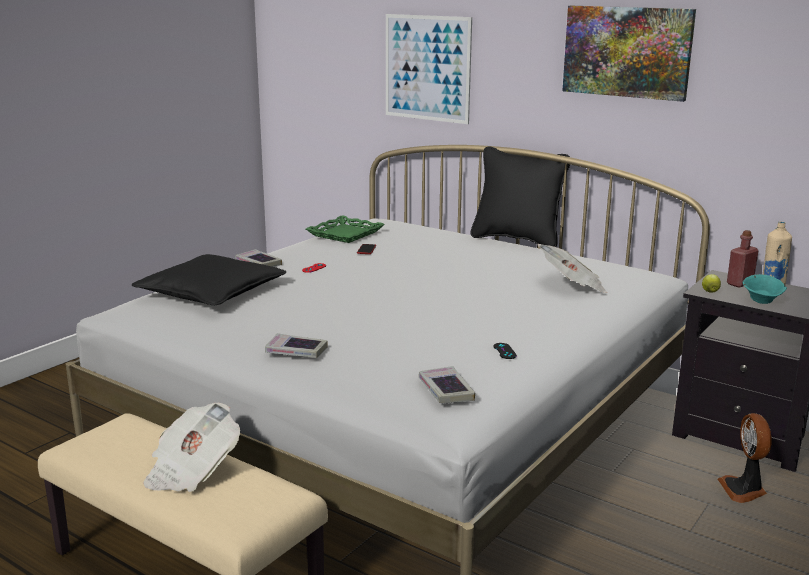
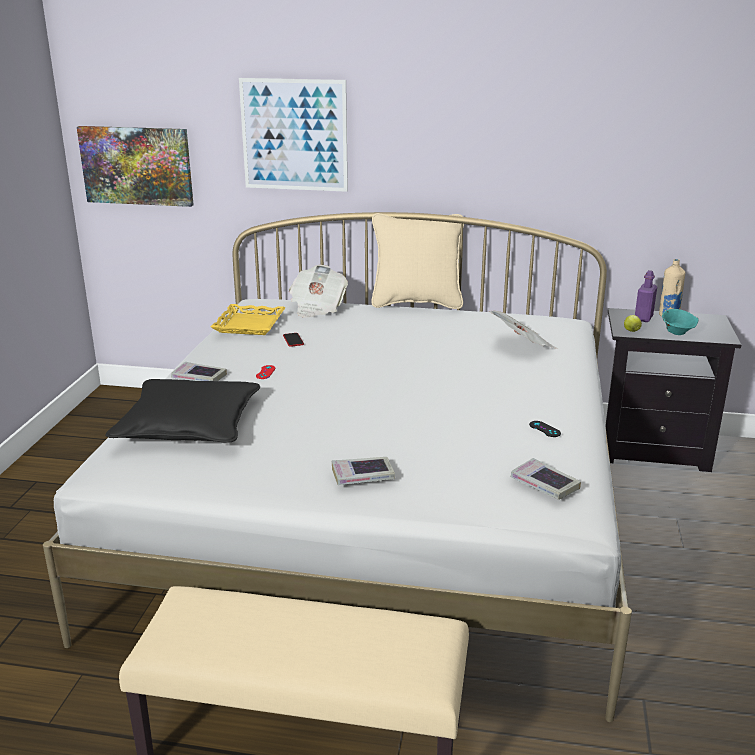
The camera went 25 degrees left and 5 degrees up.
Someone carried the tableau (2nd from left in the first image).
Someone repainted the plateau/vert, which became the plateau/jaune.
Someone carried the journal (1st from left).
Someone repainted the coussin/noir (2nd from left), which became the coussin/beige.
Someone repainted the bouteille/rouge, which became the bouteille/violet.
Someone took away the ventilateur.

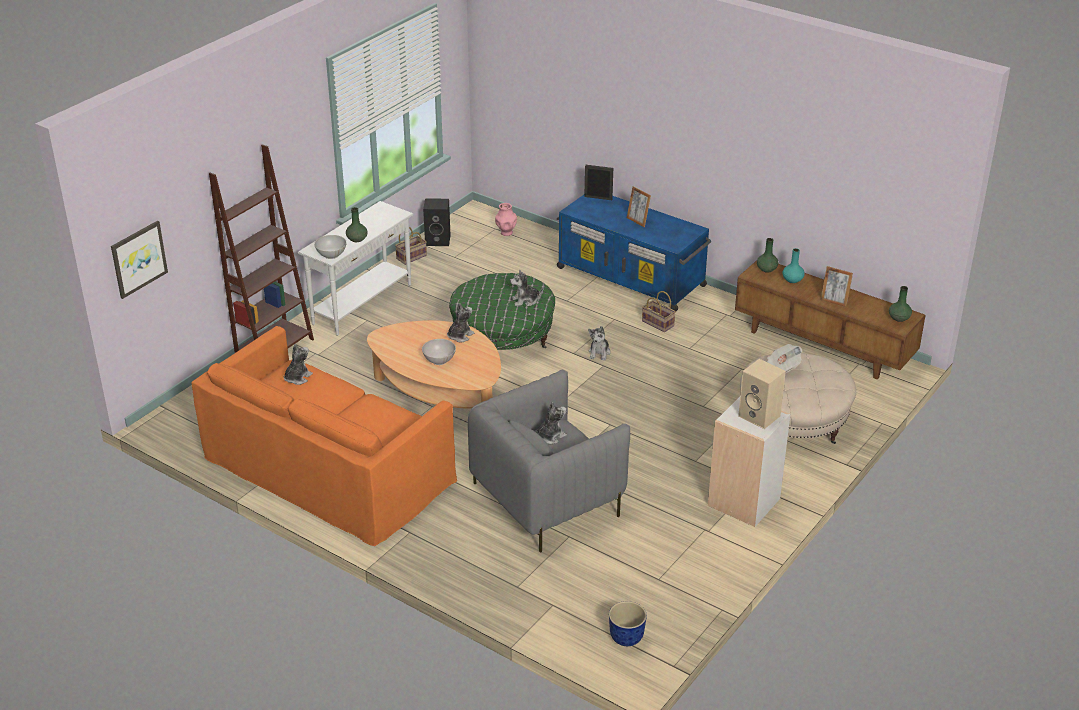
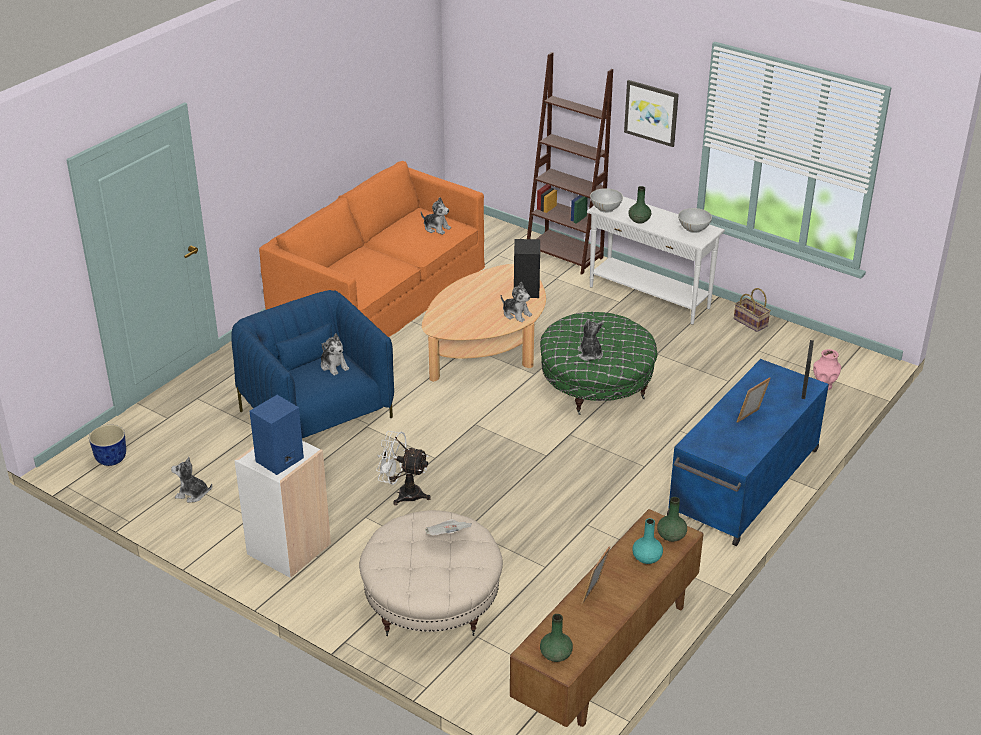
The camera went 90 degrees right and 0 degrees up.
Someone carried the peluche (5th from left in the first image).
Someone repainted the fauteuil/gris, which became the fauteuil/bleu.
Someone repainted the enceinte/beige, which became the enceinte/bleu.
Someone put down the ventilateur/blanc.
Someone carried the enceinte/noir.
Someone carried the tableau.
Someone carried the bol/blanc (2nd from left).
Someone took away the panier (2nd from left).

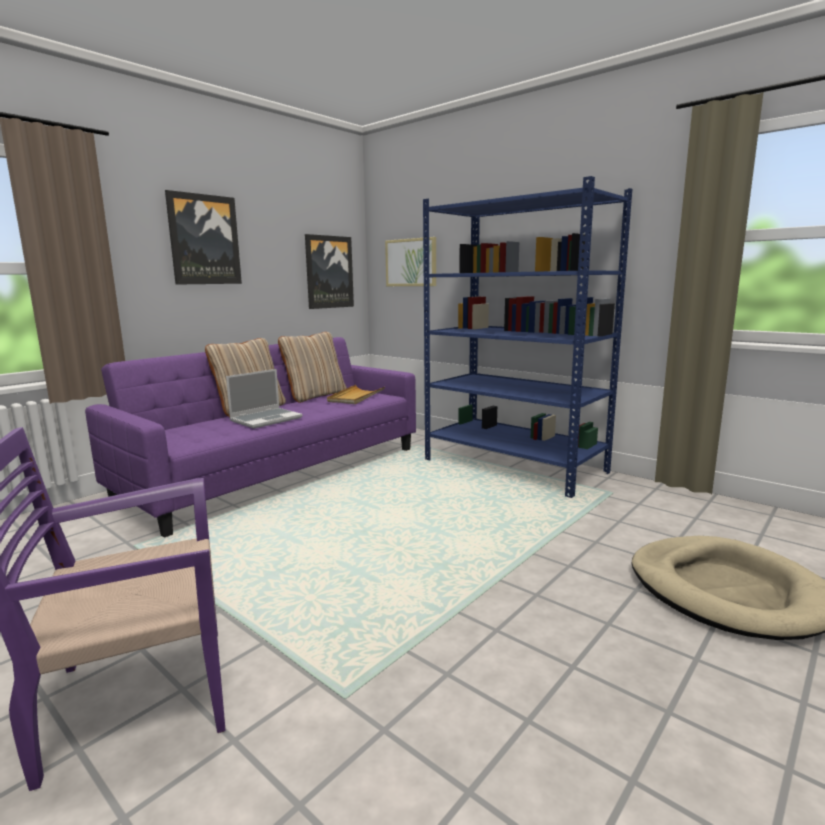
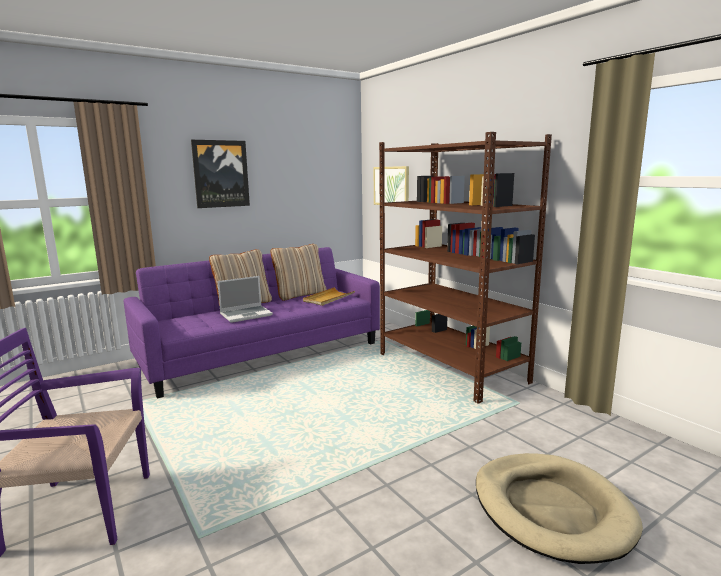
The camera went 15 degrees right and 0 degrees up.
Someone repainted the bibliothèque/bleu, which became the bibliothèque/marron.
Someone took away the tableau (2nd from left).

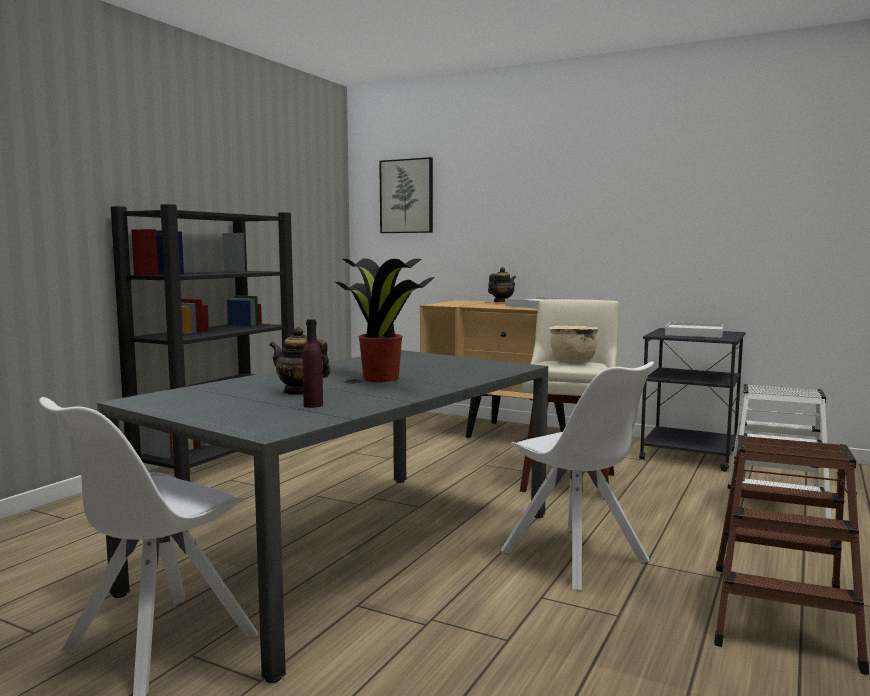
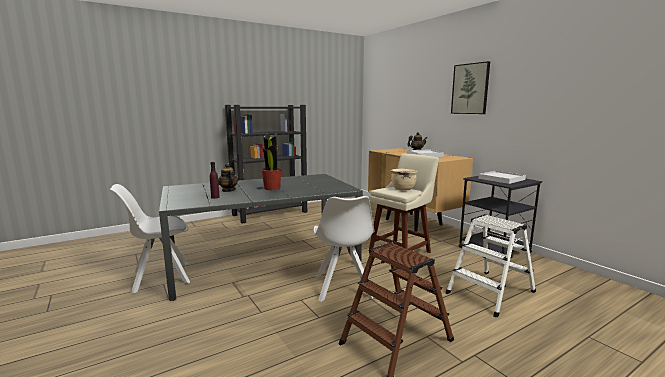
The camera went 30 degrees right and 5 degrees up.
Someone carried the tableau.

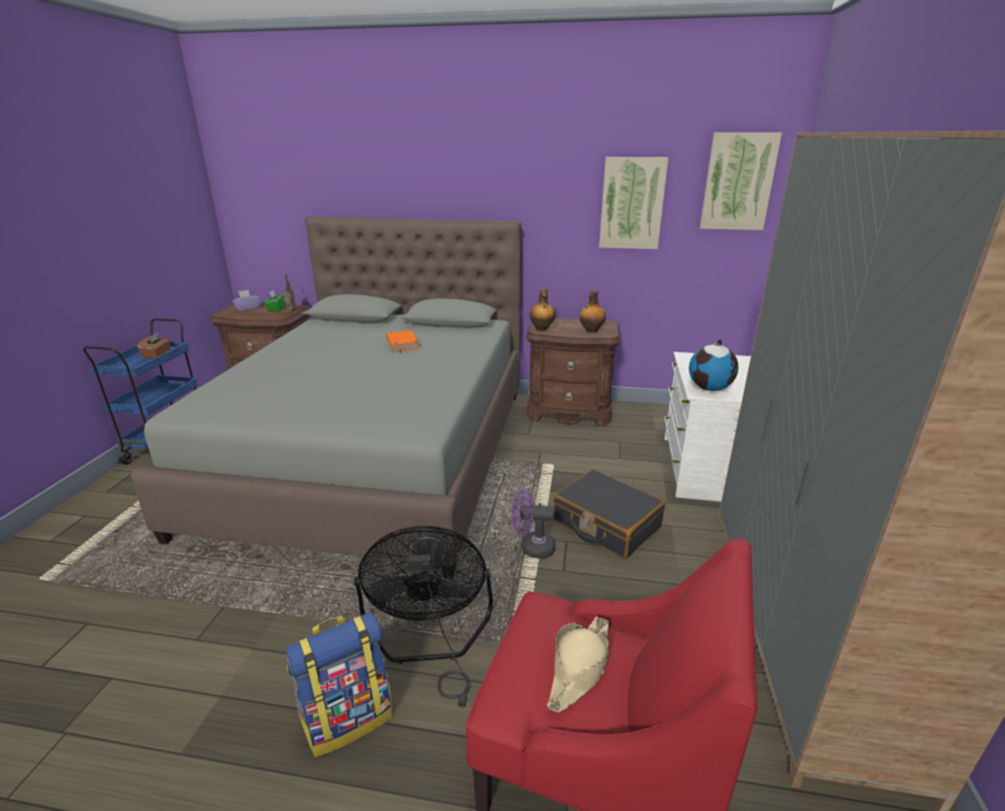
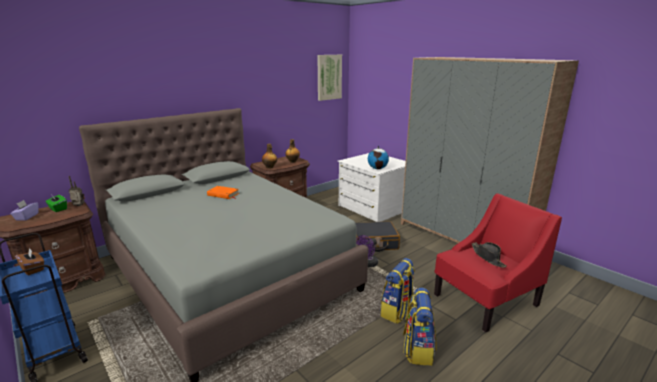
The camera went 50 degrees left and 5 degrees down.
Someone swapped the ventilateur/noir for the sac à dos (1st from left).
Someone repainted the chapeau/beige, which became the chapeau/noir.
Someone took away the tableau (1st from left).

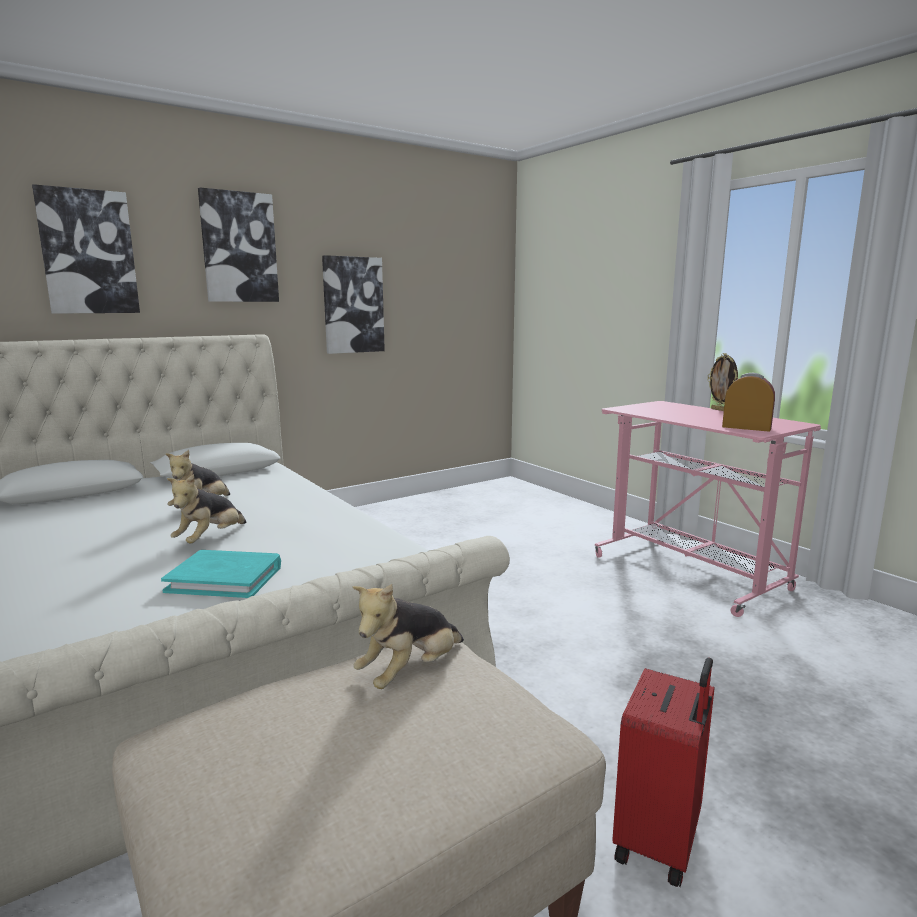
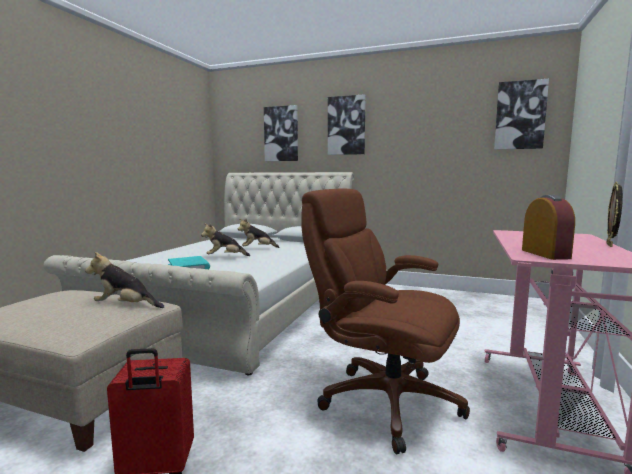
The camera went 55 degrees right and 5 degrees down.
Someone put down the chaise de bureau/marron.
Someone carried the tableau (3rd from left).

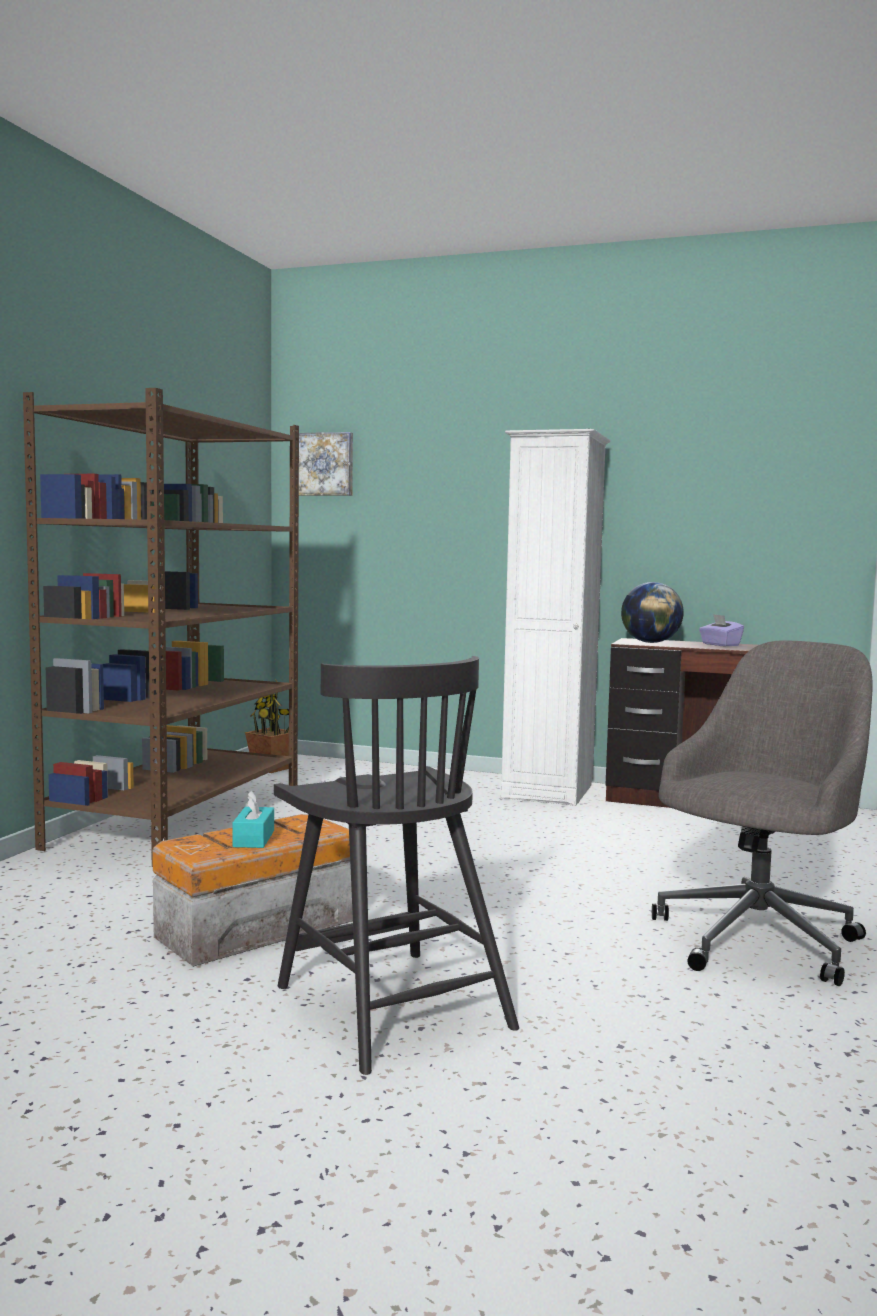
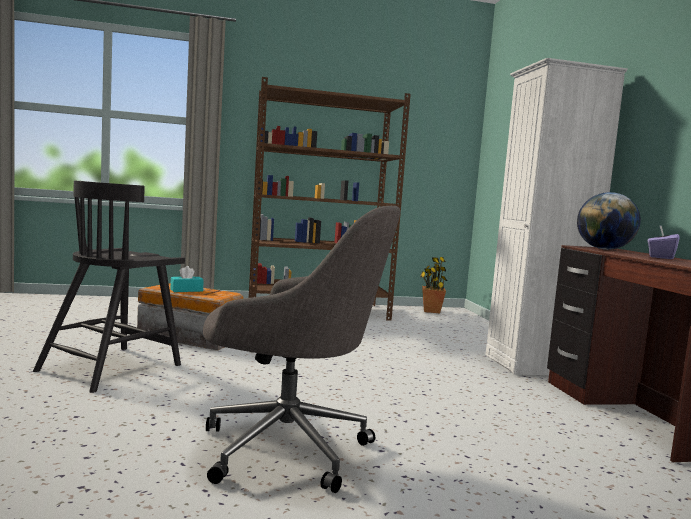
The camera went 60 degrees right and 0 degrees up.
Someone took away the tableau.

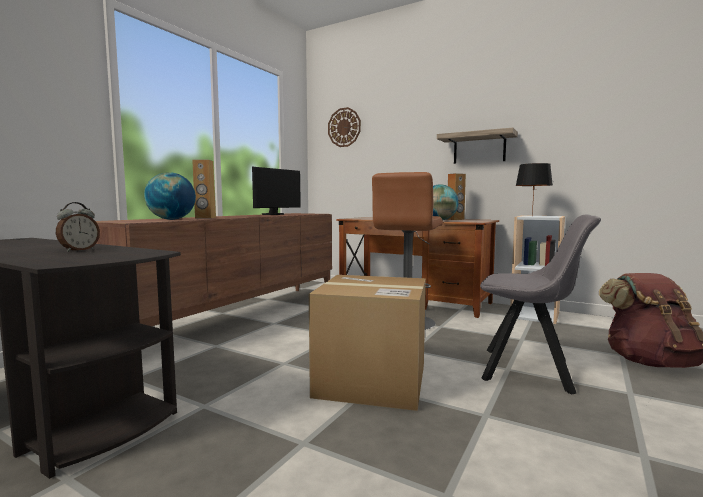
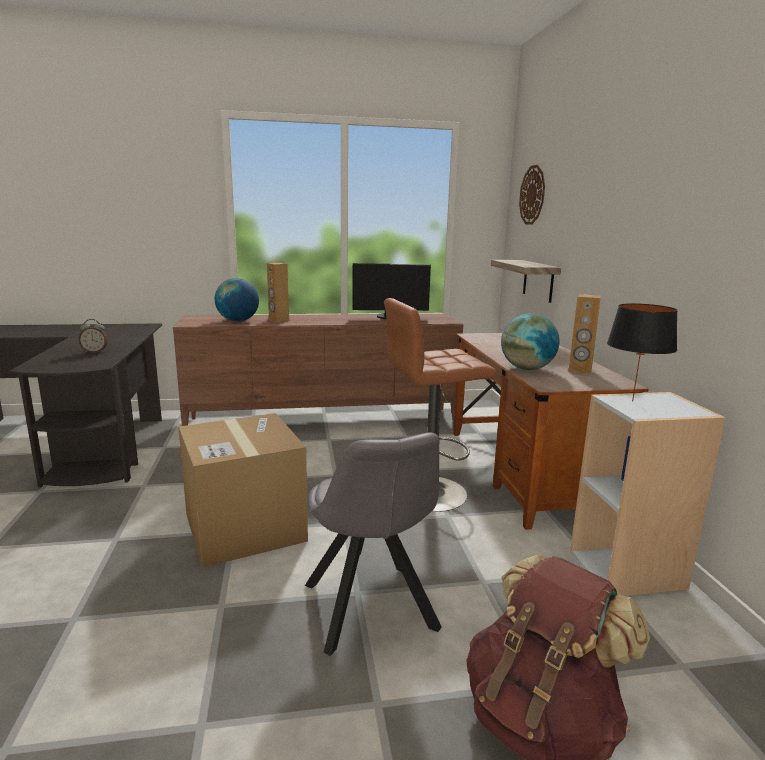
The camera went 50 degrees right and 10 degrees up.
Someone carried the étagère.

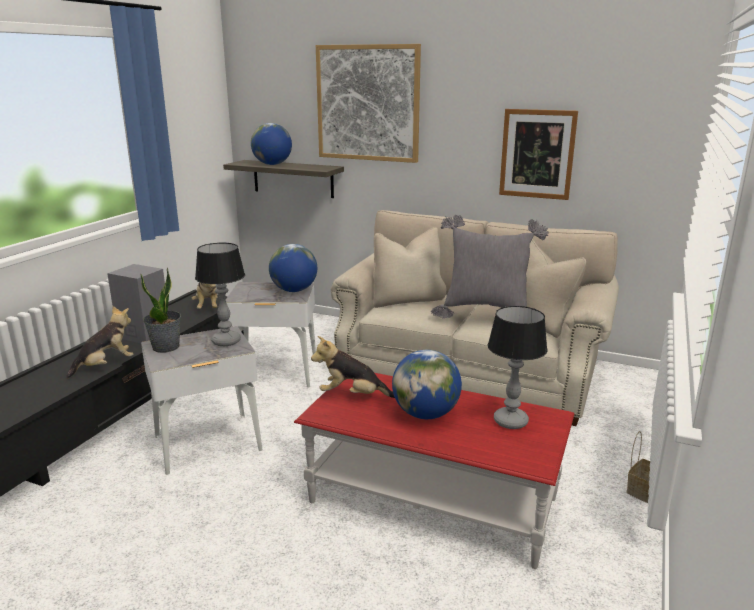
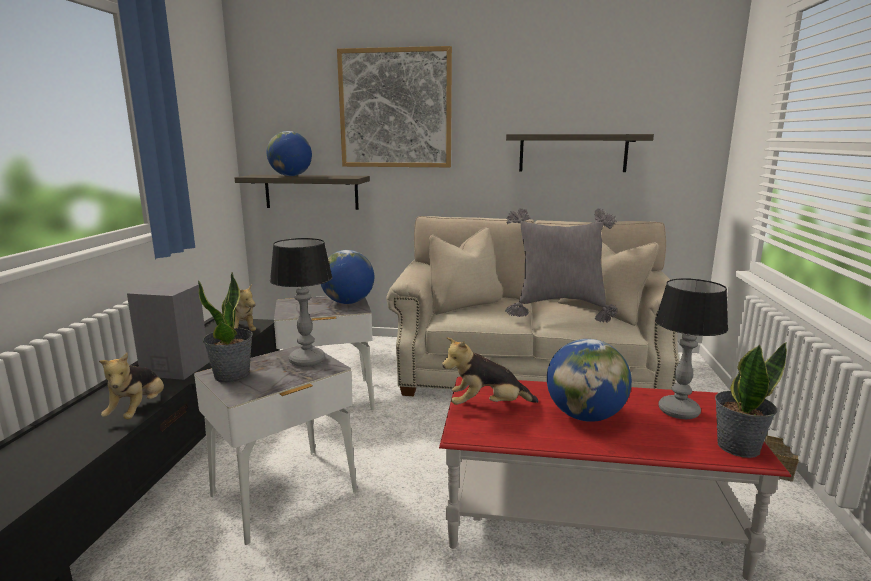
The camera went 15 degrees left and 5 degrees down.
Someone rotated the peluche (1st from left) by 150 degrees clockwise.
Someone swapped the tableau (2nd from left) for the étagère (2nd from left).
Someone put down the plante en pot (2nd from left).

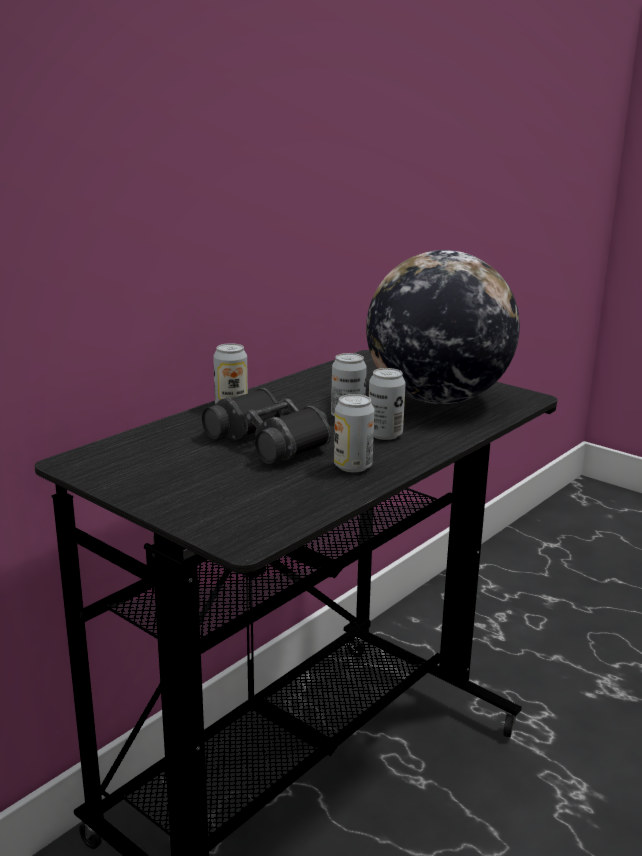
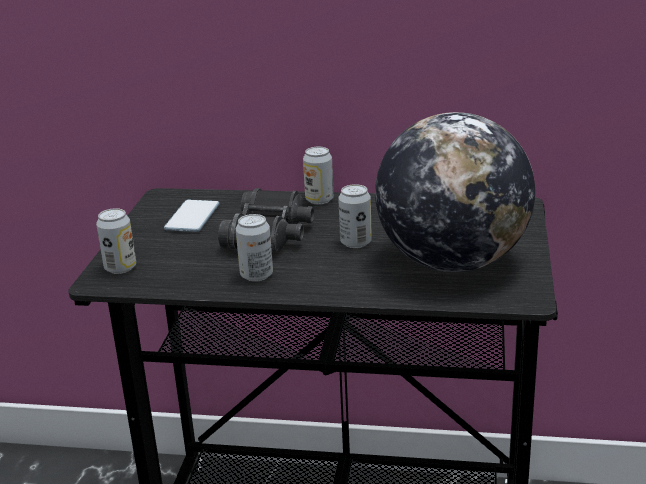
The camera went 60 degrees right and 5 degrees up.
Someone carried the boîte métallique (4th from left in the first image).
Someone put down the téléphone.

